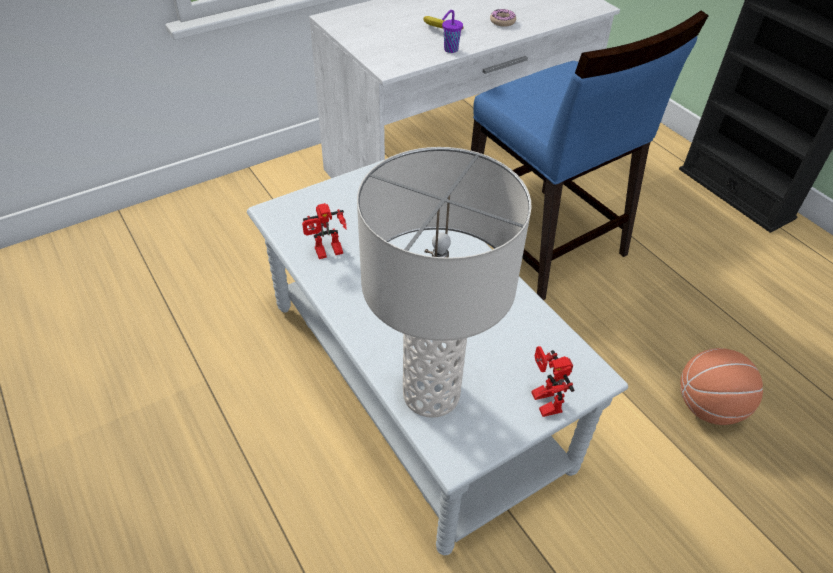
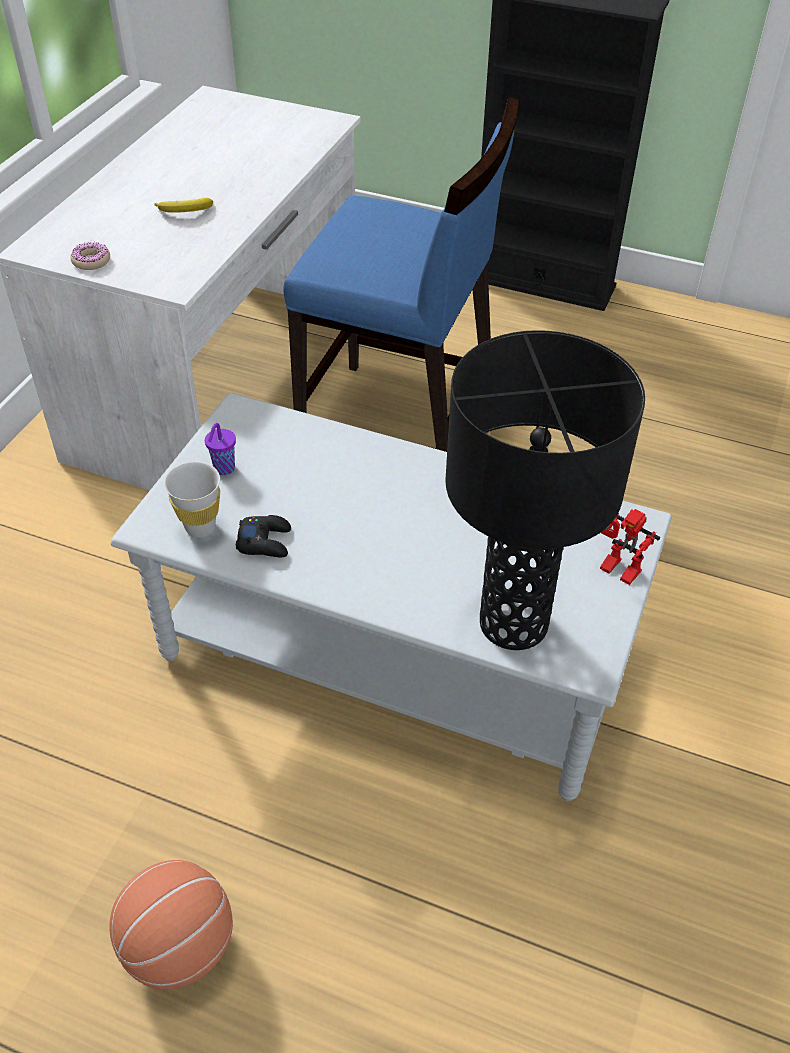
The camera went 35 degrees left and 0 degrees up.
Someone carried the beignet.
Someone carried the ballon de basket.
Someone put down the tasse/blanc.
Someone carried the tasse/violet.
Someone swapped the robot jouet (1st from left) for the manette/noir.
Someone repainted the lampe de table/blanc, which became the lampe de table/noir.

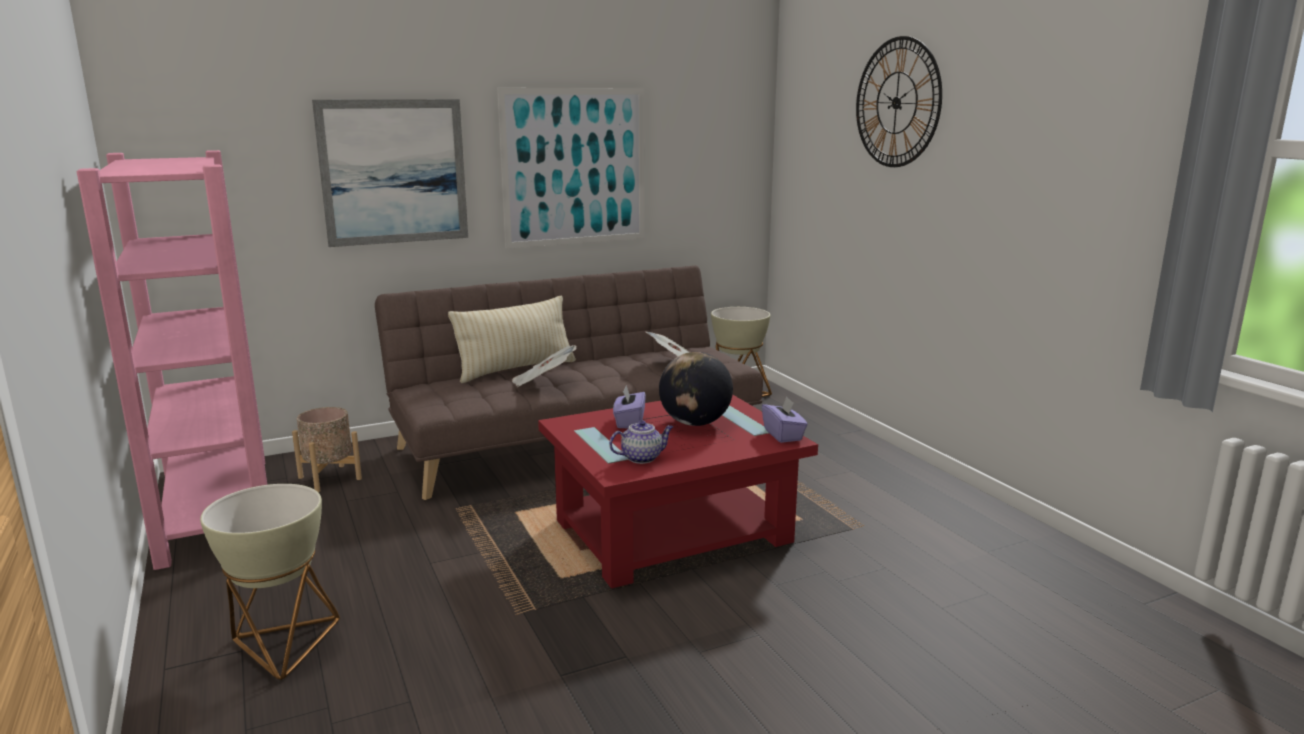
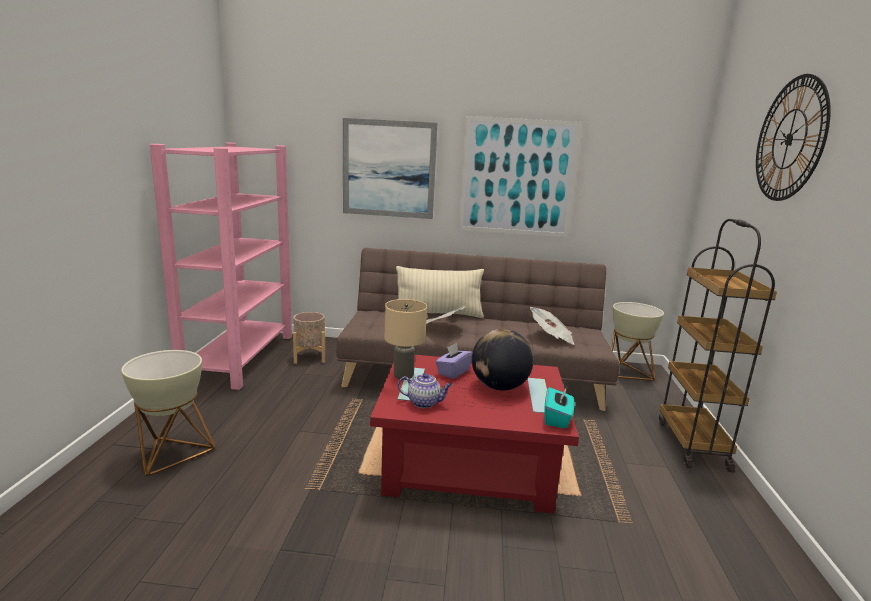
The camera went 30 degrees right and 0 degrees up.
Someone put down the lampe de table/beige.
Someone repainted the boîte à mouchoirs/violet (2nd from left), which became the boîte à mouchoirs/turquoise.
Someone put down the chariot/marron.

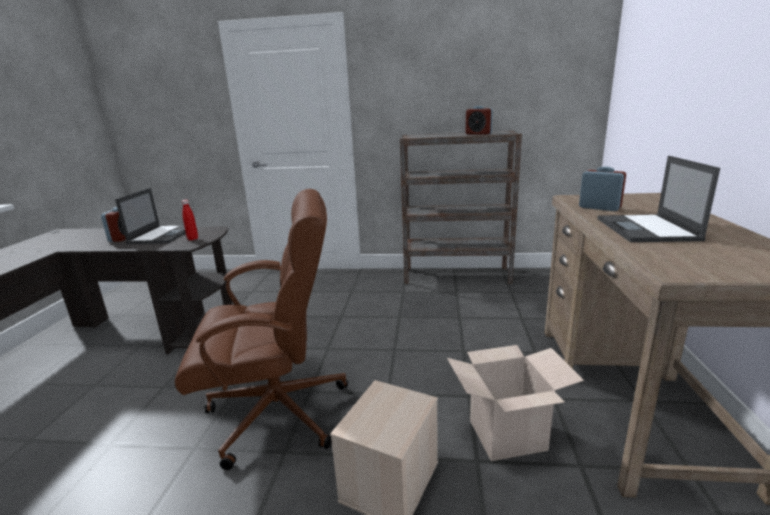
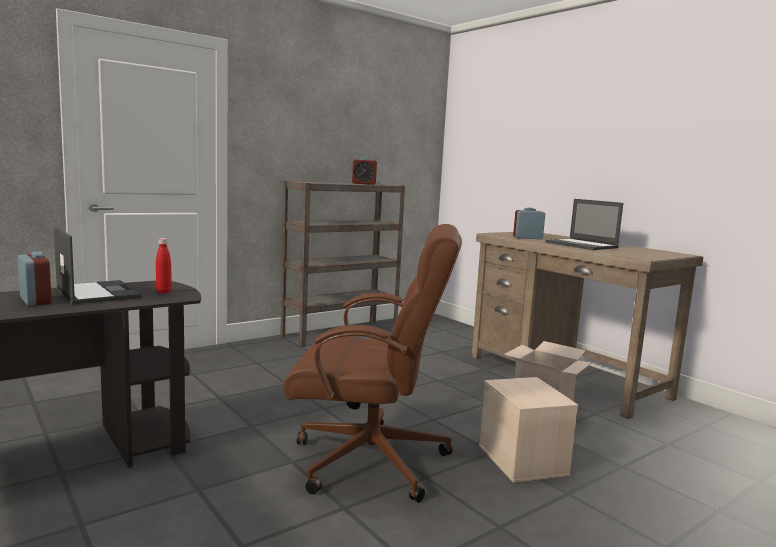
The camera went 45 degrees left and 10 degrees down.
Someone rotated the chaise de bureau/marron by 60 degrees clockwise.

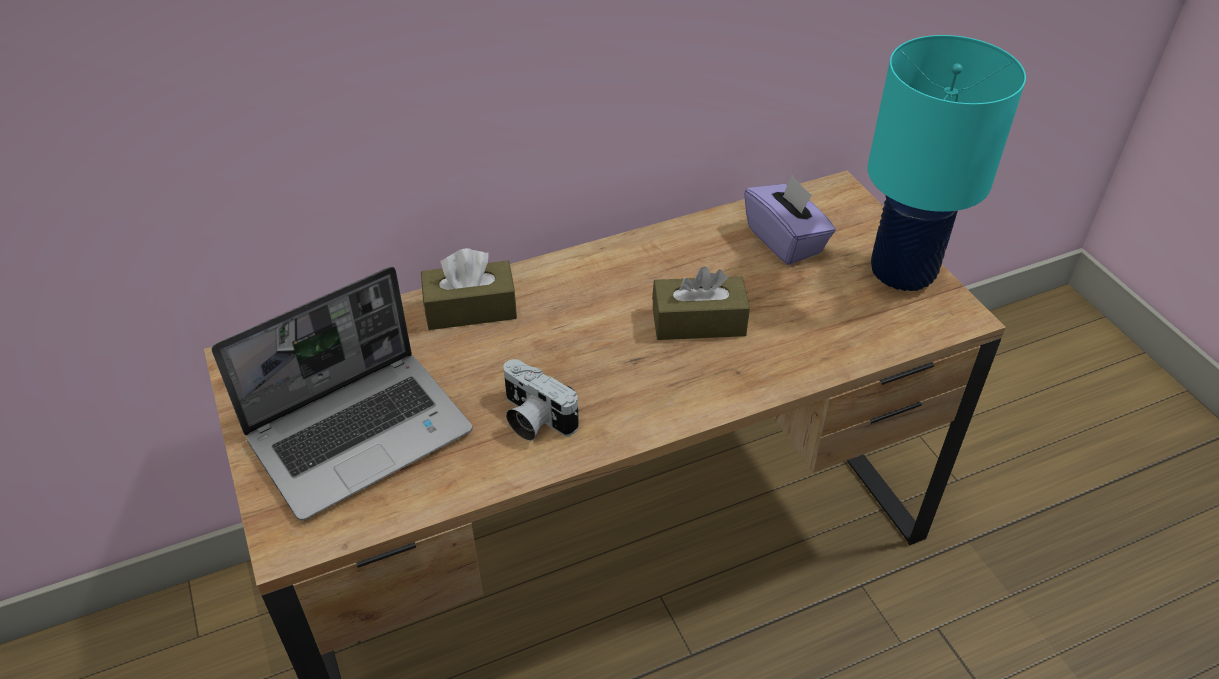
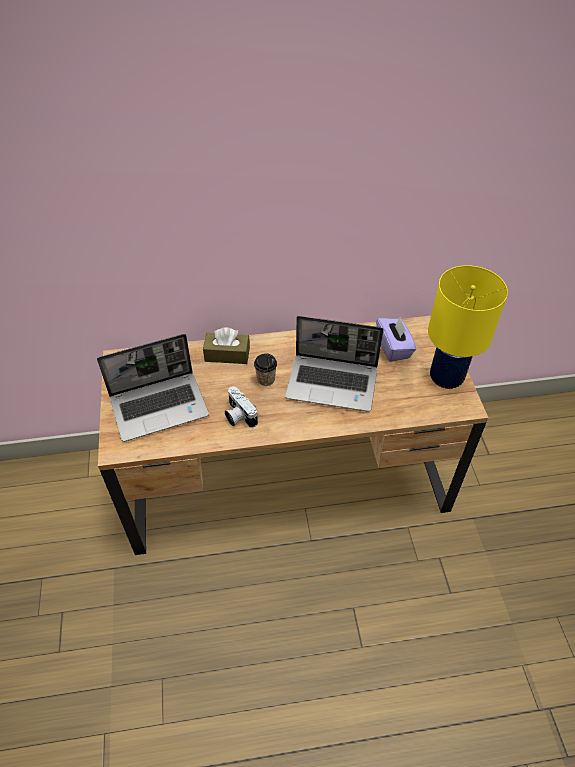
The camera went 15 degrees right and 5 degrees up.
Someone put down the tasse.
Someone swapped the boîte à mouchoirs/marron (2nd from left) for the ordinateur portable (2nd from left).
Someone repainted the lampe de table/turquoise, which became the lampe de table/jaune.

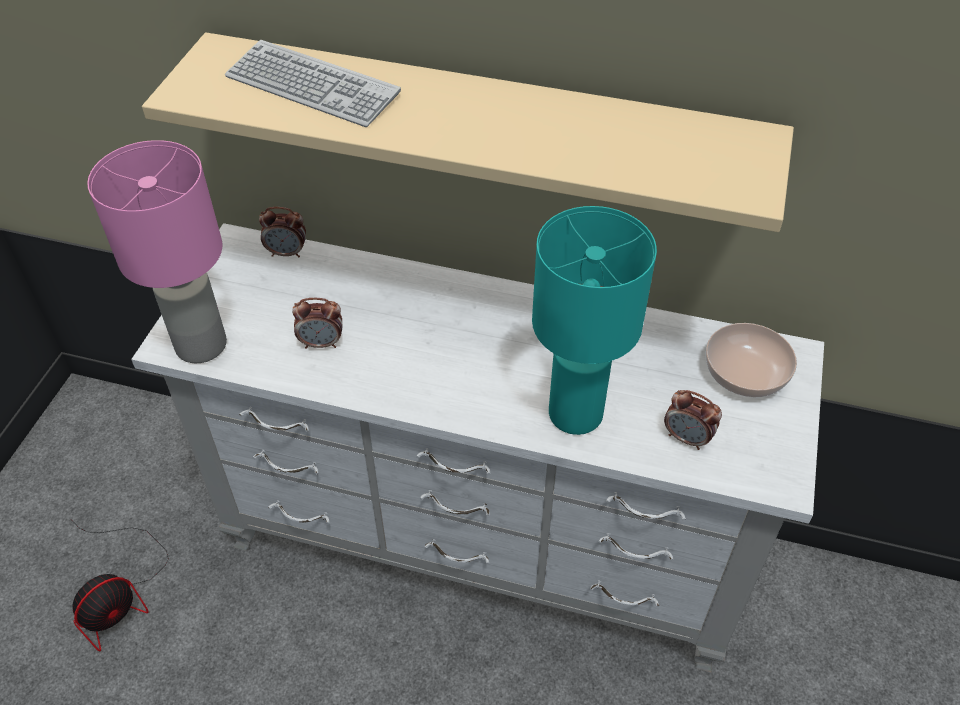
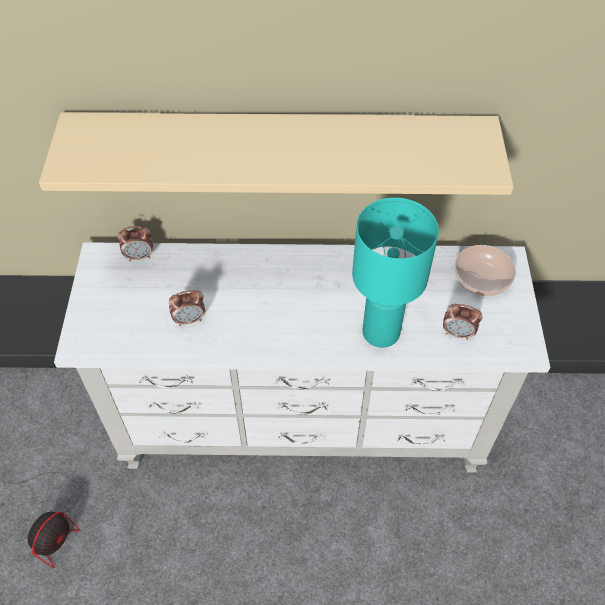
The camera went 15 degrees left and 5 degrees up.
Someone took away the lampe de table/rose.
Someone took away the clavier.

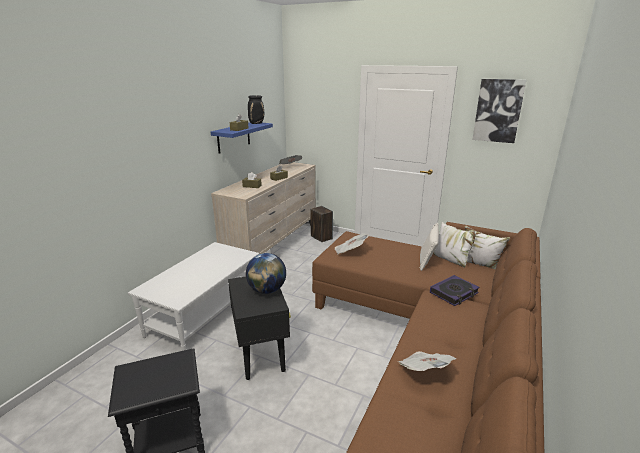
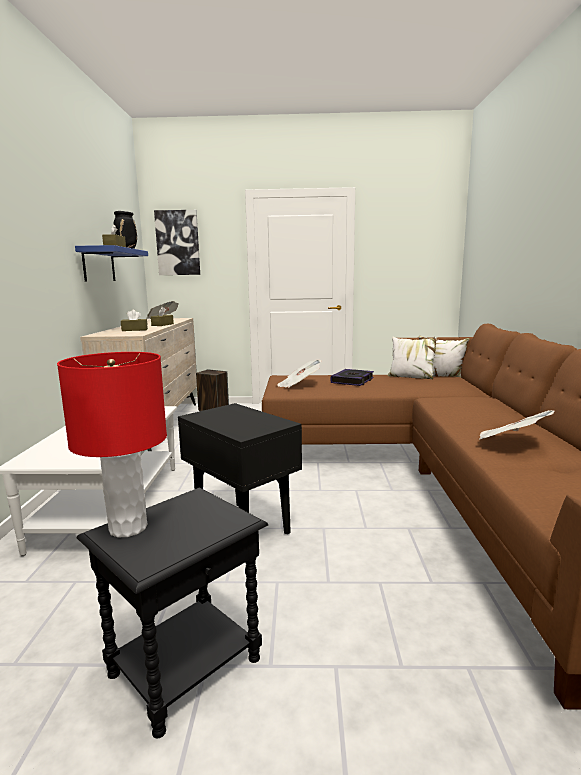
The camera went 25 degrees left and 10 degrees down.
Someone put down the lampe de table/rouge.
Someone carried the tableau.
Someone carried the livre.
Someone took away the globe.
Someone took away the coussin/blanc.

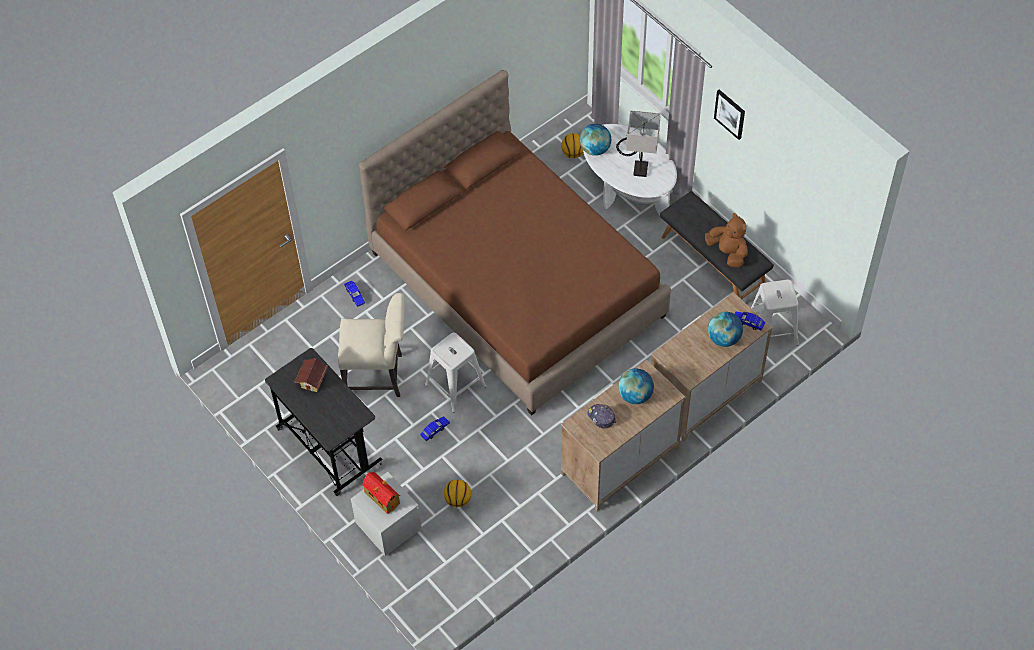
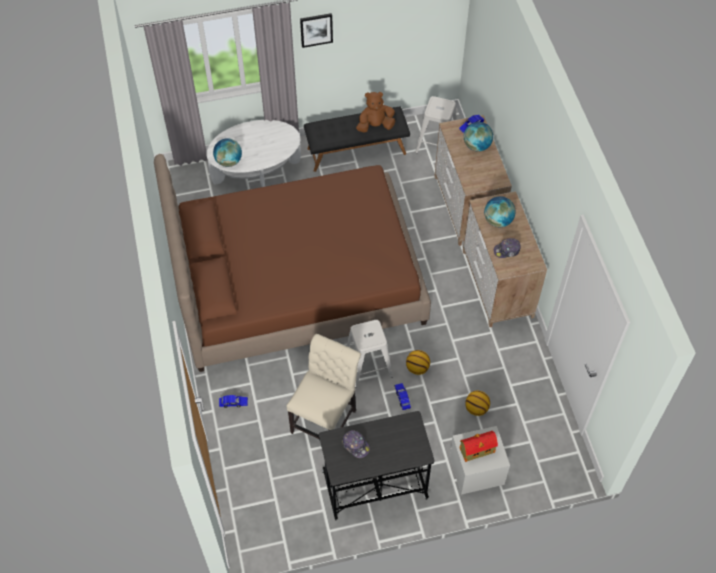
The camera went 65 degrees left and 0 degrees up.
Someone swapped the maison miniature (1st from left) for the casquette (1st from left).
Someone carried the ballon de basket (2nd from left in the first image).
Someone took away the lampe de table.

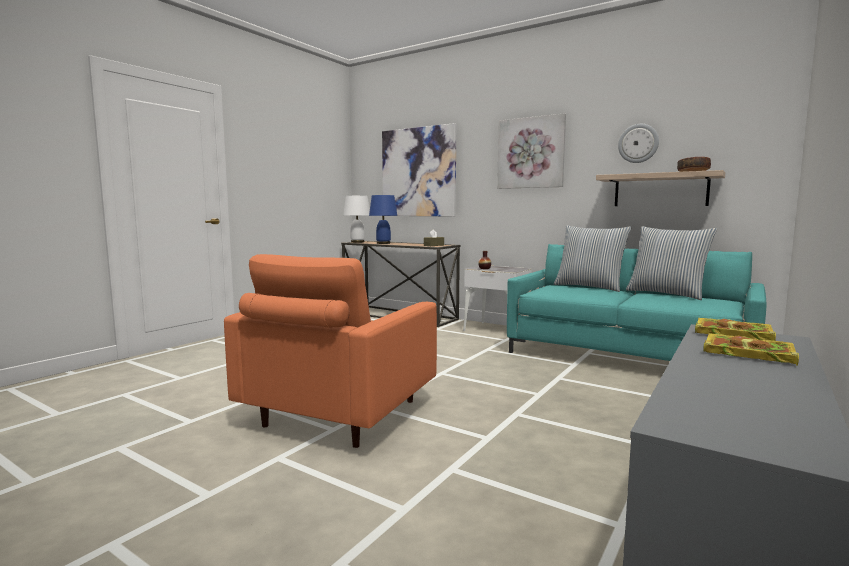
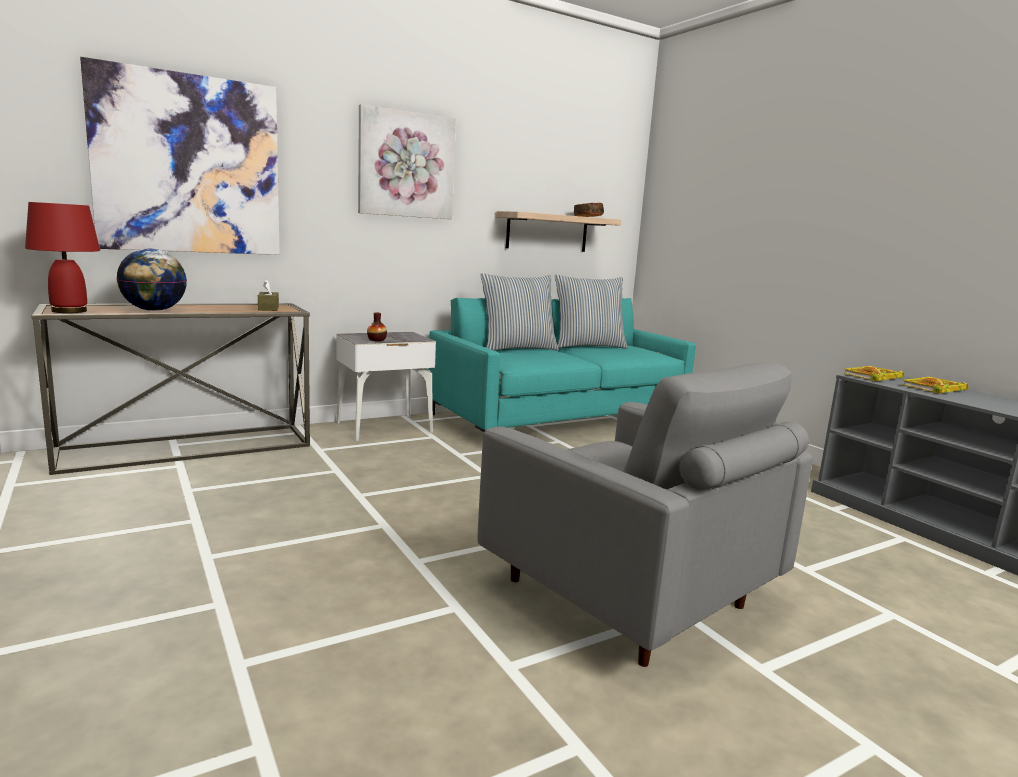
The camera went 65 degrees left and 5 degrees up.
Someone repainted the lampe de table/blanc, which became the lampe de table/rouge.
Someone swapped the lampe de table/bleu for the globe.
Someone repainted the fauteuil/orange, which became the fauteuil/gris.
Someone took away the horloge murale.

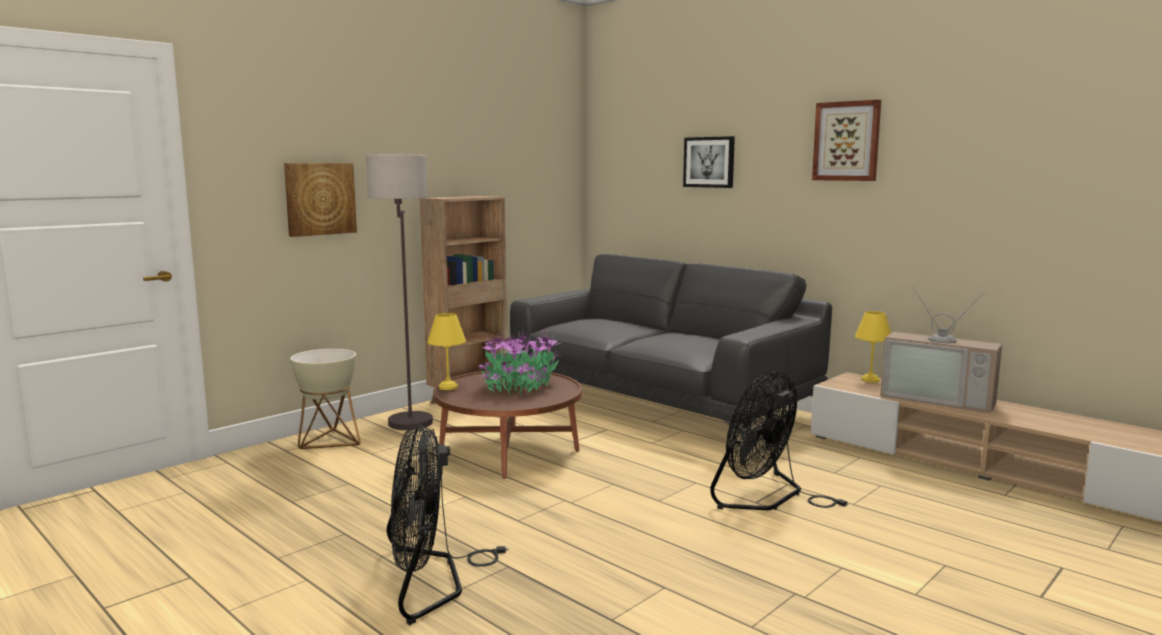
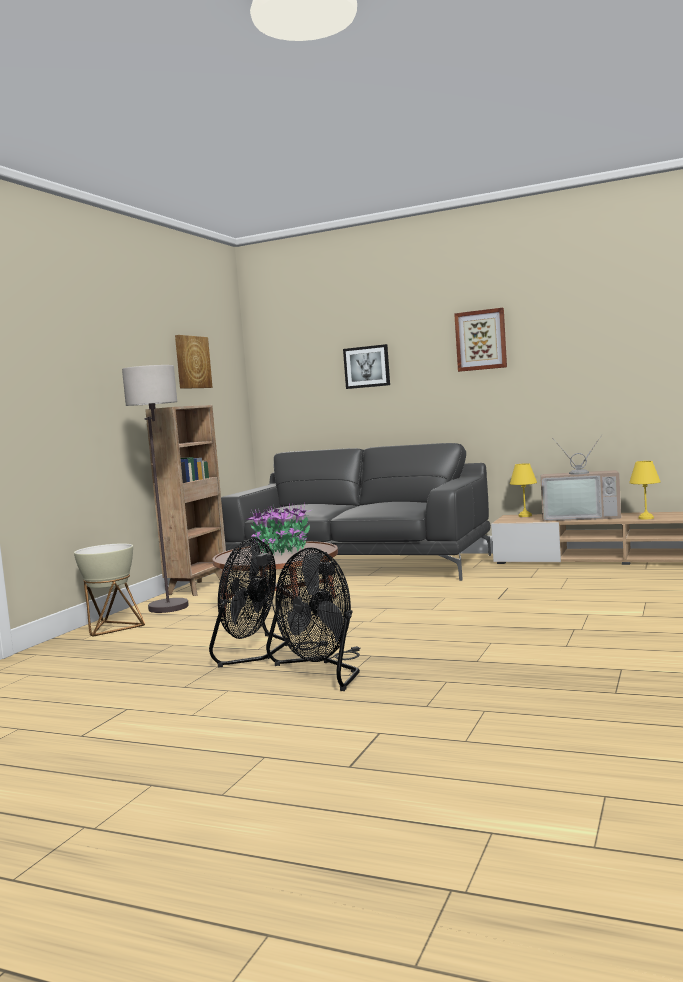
The camera went 20 degrees left and 5 degrees down.
Someone carried the tableau (1st from left).
Someone carried the ventilateur/noir (2nd from left in the first image).
Someone carried the lampe de table/jaune (1st from left in the first image).

